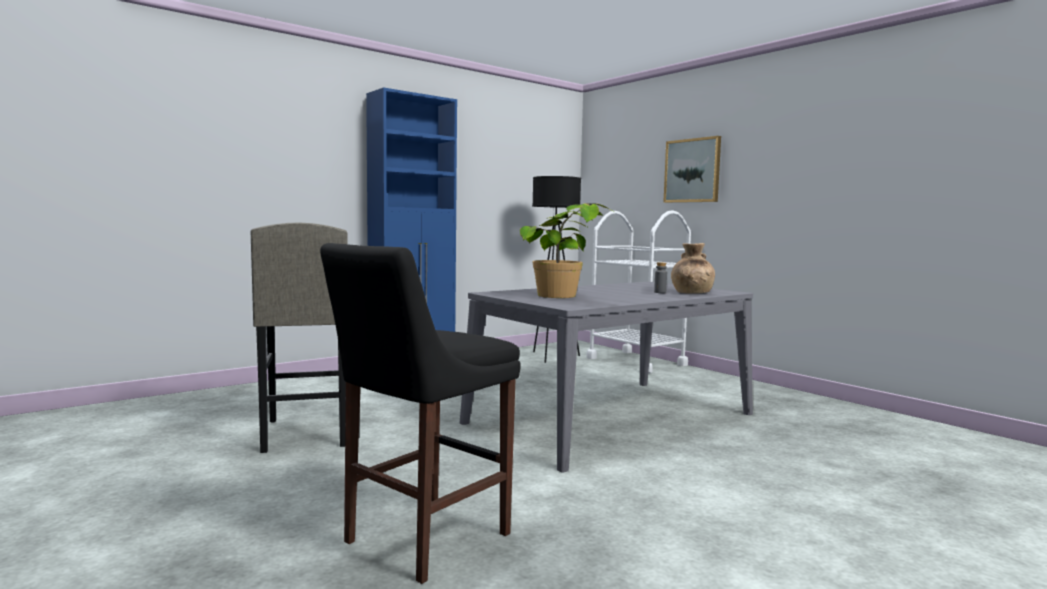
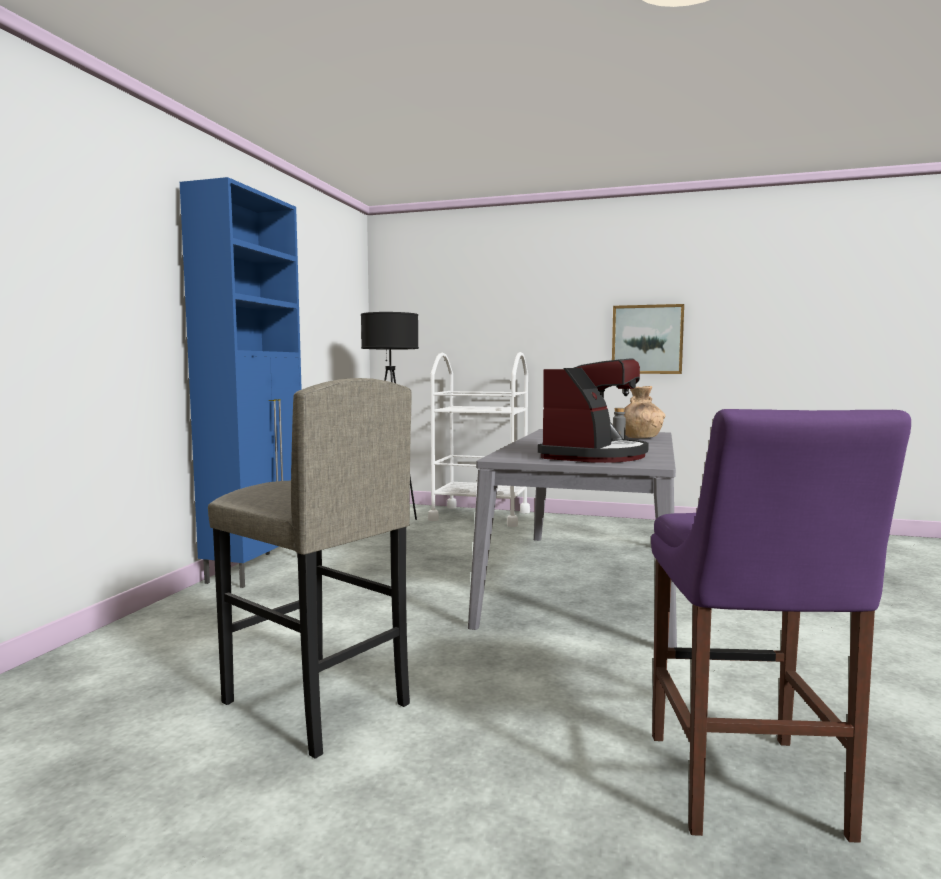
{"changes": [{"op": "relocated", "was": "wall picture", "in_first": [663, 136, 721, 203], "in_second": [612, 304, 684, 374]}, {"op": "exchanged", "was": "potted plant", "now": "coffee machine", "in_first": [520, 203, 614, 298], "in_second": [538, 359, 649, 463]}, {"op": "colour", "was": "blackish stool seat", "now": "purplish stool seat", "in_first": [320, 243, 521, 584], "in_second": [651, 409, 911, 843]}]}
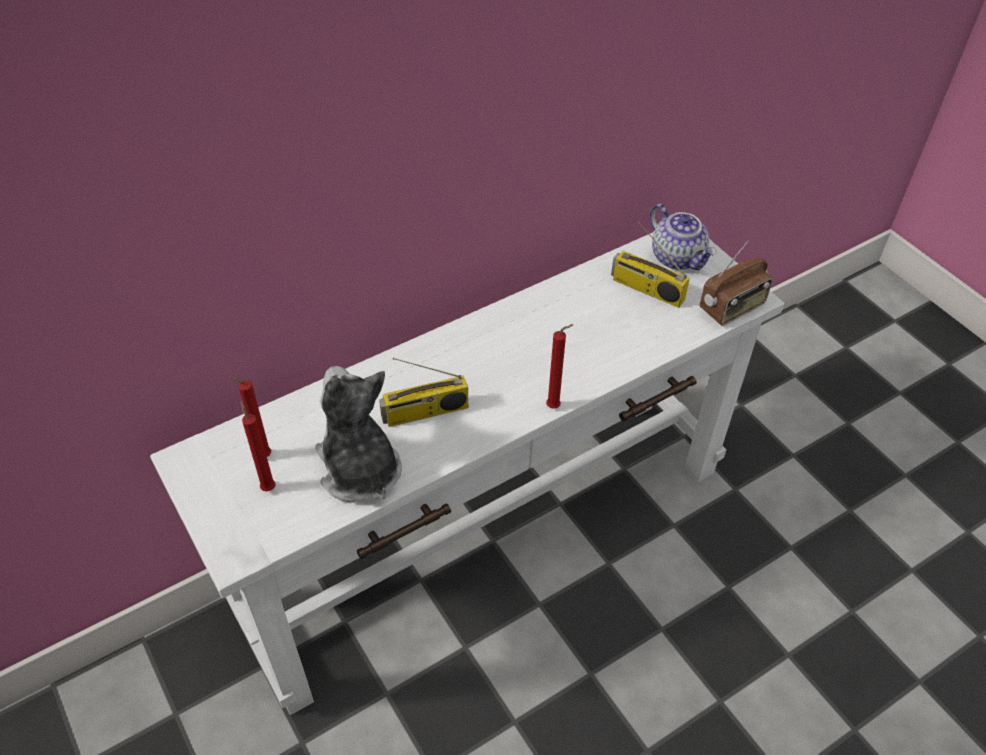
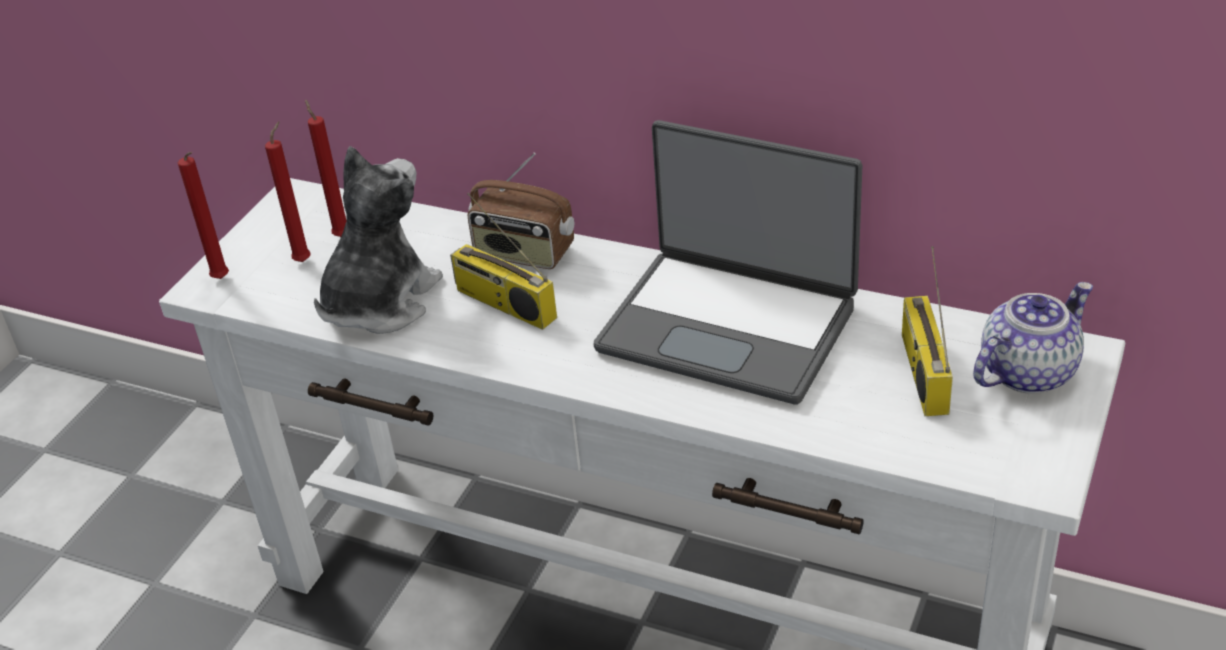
{"changes": [{"op": "spun", "was": "teapot", "in_first": [650, 204, 716, 270], "in_second": [973, 282, 1093, 394], "clockwise": -150}, {"op": "relocated", "was": "radio", "in_first": [700, 241, 773, 326], "in_second": [467, 153, 574, 269]}, {"op": "relocated", "was": "reddish wax light", "in_first": [546, 324, 574, 409], "in_second": [178, 152, 229, 279]}, {"op": "appeared", "now": "laptop", "in_second": [594, 120, 862, 405]}]}
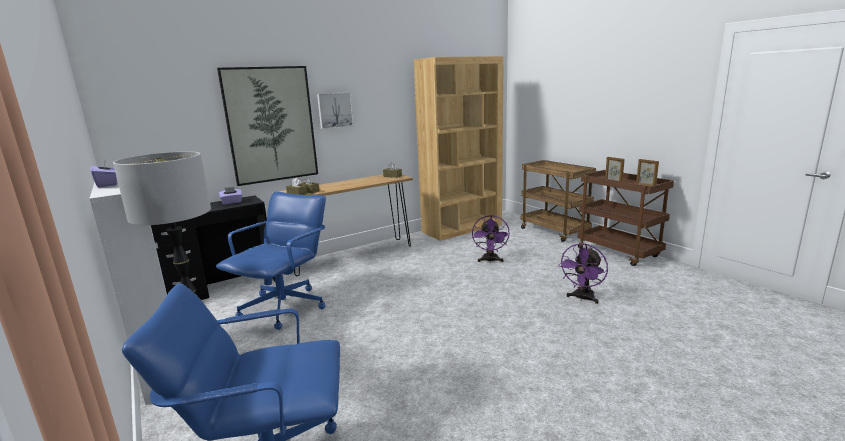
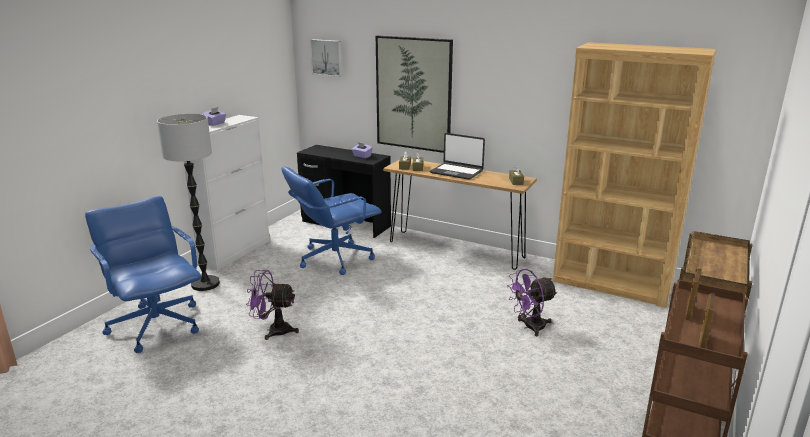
{"changes": [{"op": "relocated", "was": "wall picture", "in_first": [317, 92, 354, 129], "in_second": [310, 39, 342, 77]}, {"op": "spun", "was": "blue-coloured computer chair", "in_first": [216, 192, 326, 330], "in_second": [282, 166, 382, 275], "clockwise": 150}, {"op": "relocated", "was": "purplish fan", "in_first": [558, 244, 608, 304], "in_second": [246, 270, 299, 340]}, {"op": "appeared", "now": "laptop", "in_second": [430, 133, 485, 180]}]}
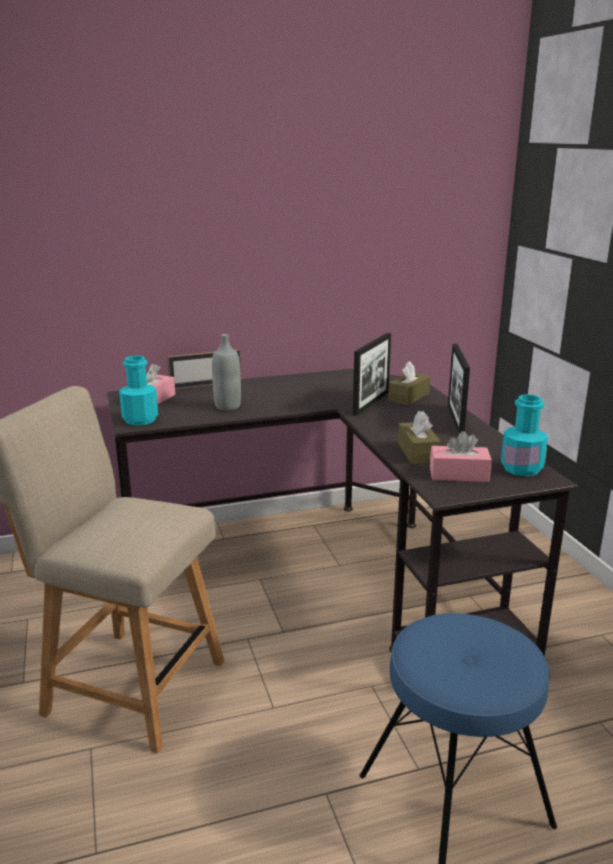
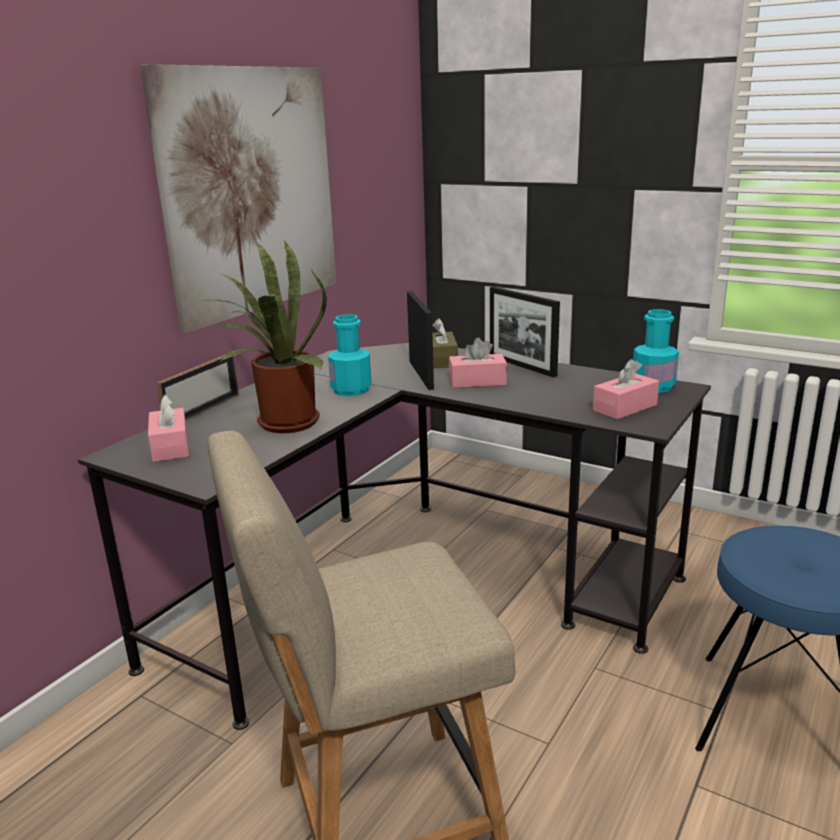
{"changes": [{"op": "exchanged", "was": "grey beverage bottle", "now": "potted plant", "in_first": [212, 334, 241, 410], "in_second": [210, 242, 327, 433]}, {"op": "relocated", "was": "blue-green beverage bottle", "in_first": [119, 355, 158, 426], "in_second": [328, 314, 371, 396]}, {"op": "missing", "was": "brown-coloured box of tissues", "in_first": [398, 411, 441, 465]}, {"op": "appeared", "now": "wall picture", "in_second": [140, 64, 337, 333]}, {"op": "appeared", "now": "pink-coloured box of tissues", "in_second": [449, 338, 507, 388]}]}
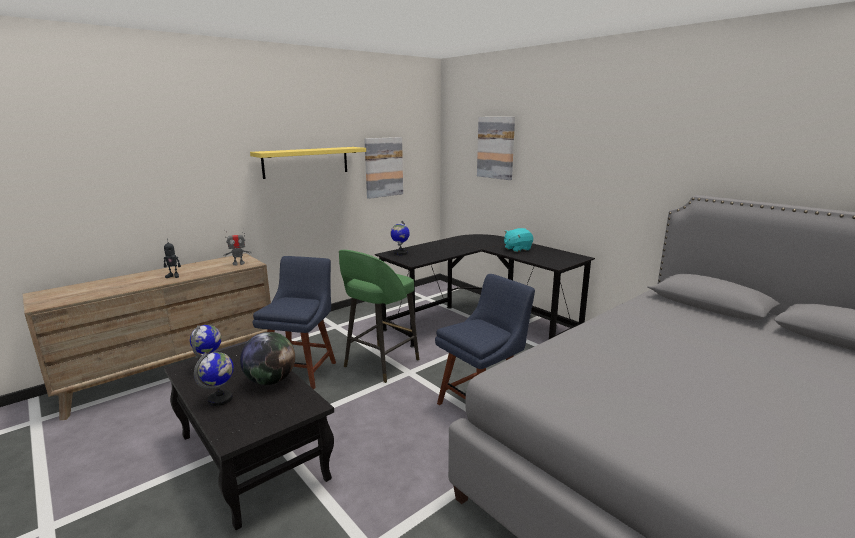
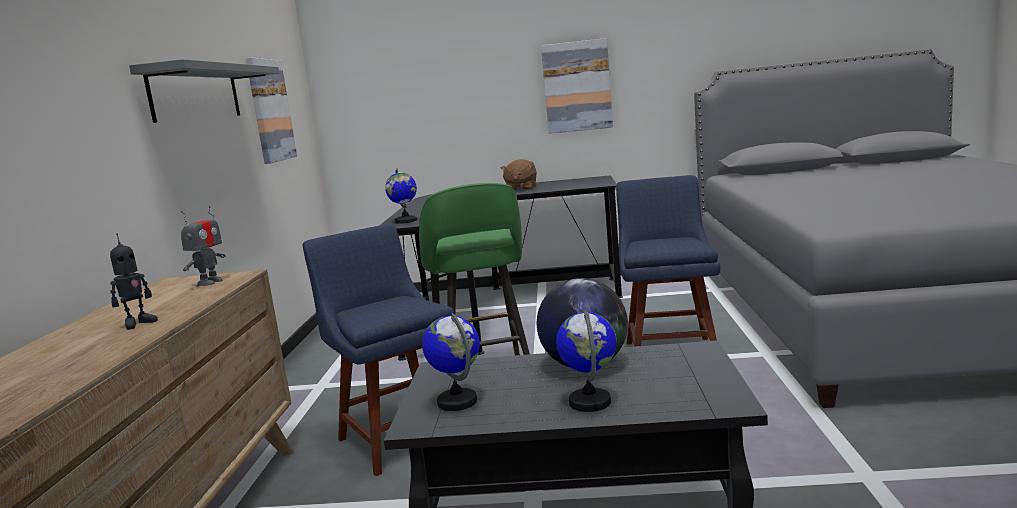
{"changes": [{"op": "relocated", "was": "wall picture", "in_first": [477, 117, 515, 180], "in_second": [541, 38, 613, 134]}, {"op": "colour", "was": "yellow wall shelf", "now": "grey wall shelf", "in_first": [250, 147, 366, 179], "in_second": [129, 59, 280, 123]}, {"op": "colour", "was": "blue-green cuddly toy", "now": "brown-coloured cuddly toy", "in_first": [504, 228, 533, 252], "in_second": [501, 159, 537, 190]}]}
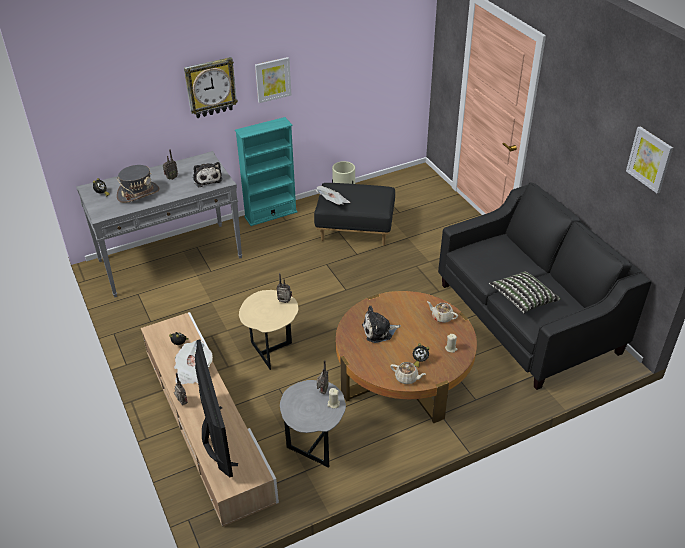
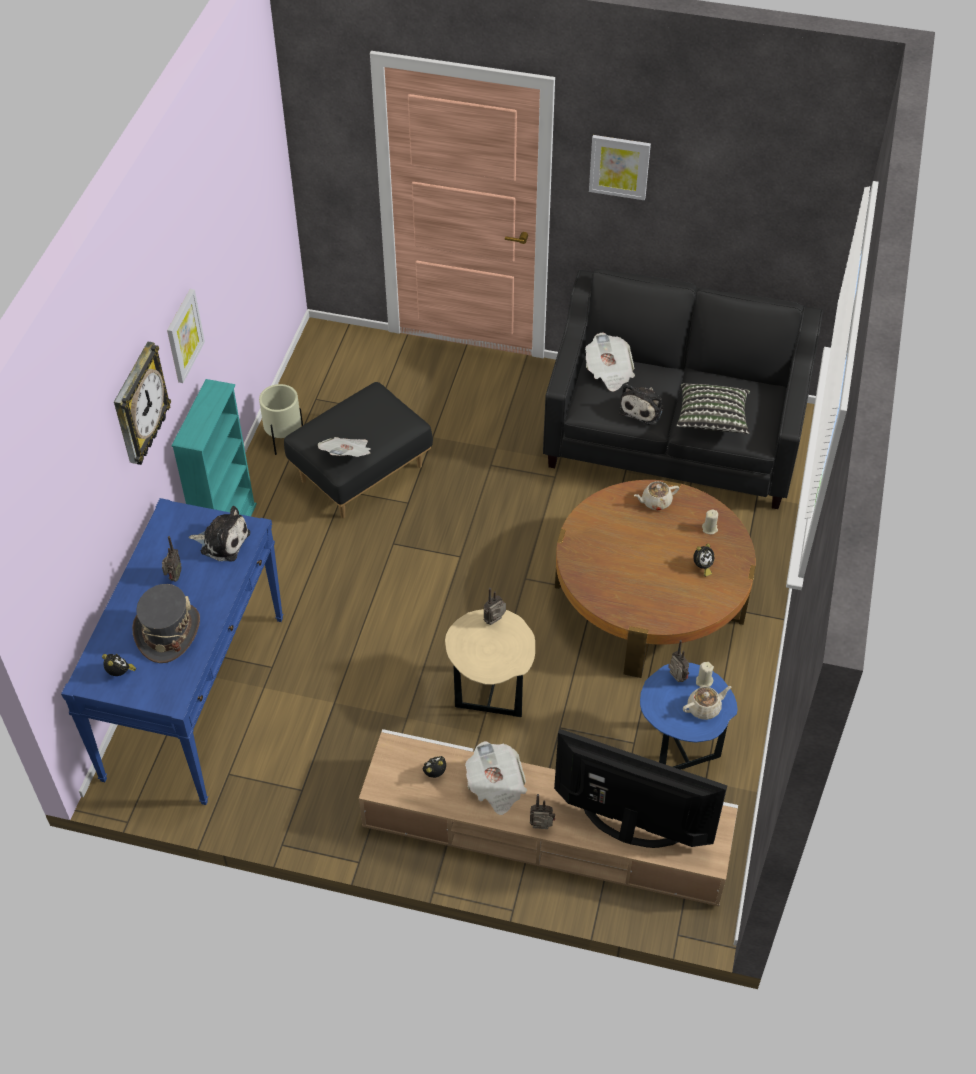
{"changes": [{"op": "relocated", "was": "wall picture", "in_first": [626, 126, 673, 193], "in_second": [589, 135, 651, 200]}, {"op": "colour", "was": "grey hall table", "now": "blue-coloured hall table", "in_first": [76, 151, 242, 298], "in_second": [61, 498, 283, 805]}, {"op": "relocated", "was": "cuddly toy", "in_first": [362, 306, 401, 343], "in_second": [619, 384, 664, 425]}, {"op": "relocated", "was": "sand-coloured teapot", "in_first": [390, 362, 426, 384], "in_second": [683, 686, 732, 720]}, {"op": "colour", "was": "grey side table", "now": "blue-coloured side table", "in_first": [280, 380, 346, 467], "in_second": [640, 663, 738, 770]}, {"op": "appeared", "now": "printed paper", "in_second": [585, 333, 635, 392]}]}
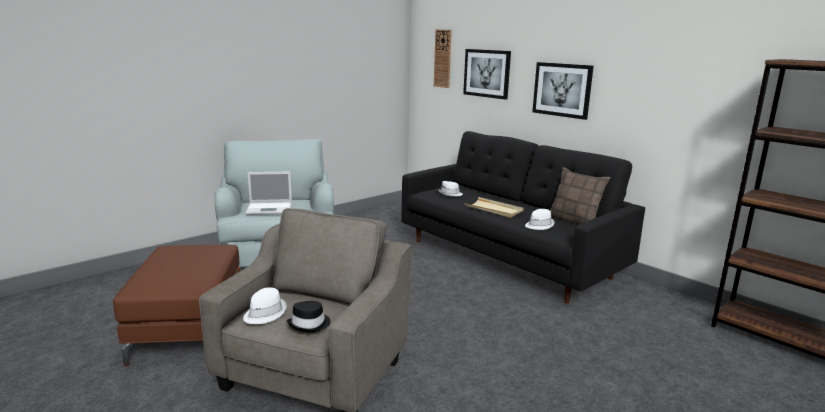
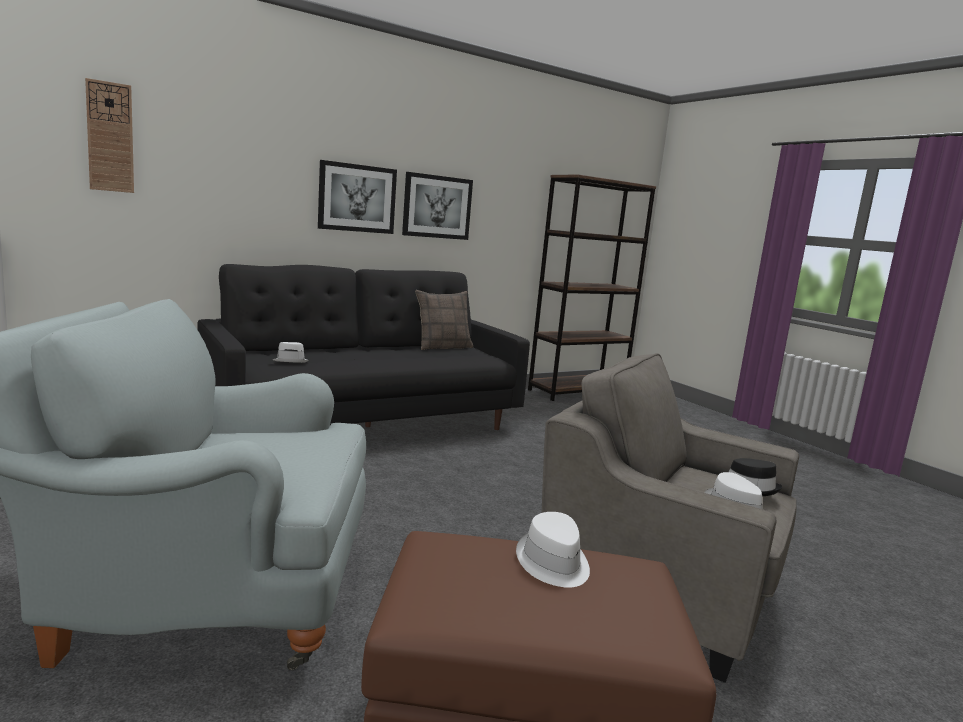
{"changes": [{"op": "relocated", "was": "wall picture", "in_first": [463, 49, 511, 100], "in_second": [402, 172, 473, 240]}, {"op": "missing", "was": "laptop", "in_first": [245, 172, 292, 215]}, {"op": "missing", "was": "sand-coloured serving tray", "in_first": [465, 197, 524, 218]}, {"op": "relocated", "was": "white clothing hat", "in_first": [525, 209, 555, 230], "in_second": [516, 512, 590, 588]}]}
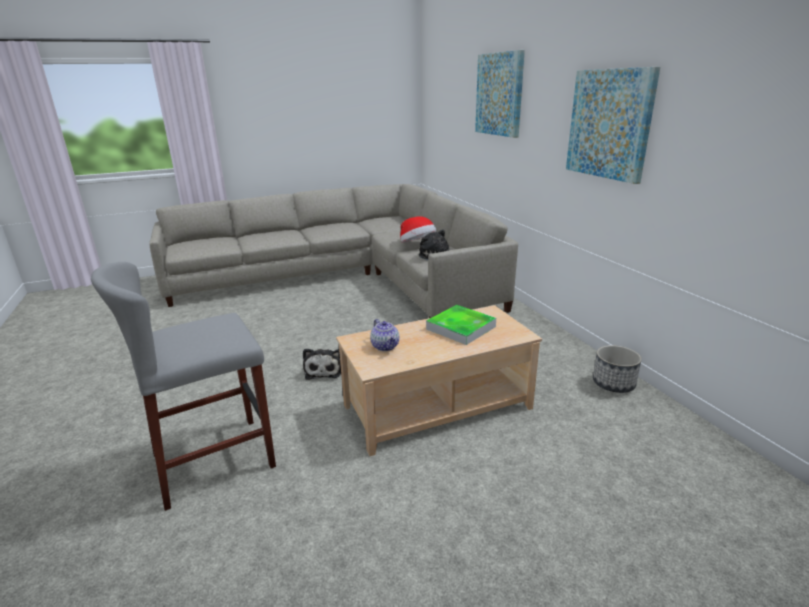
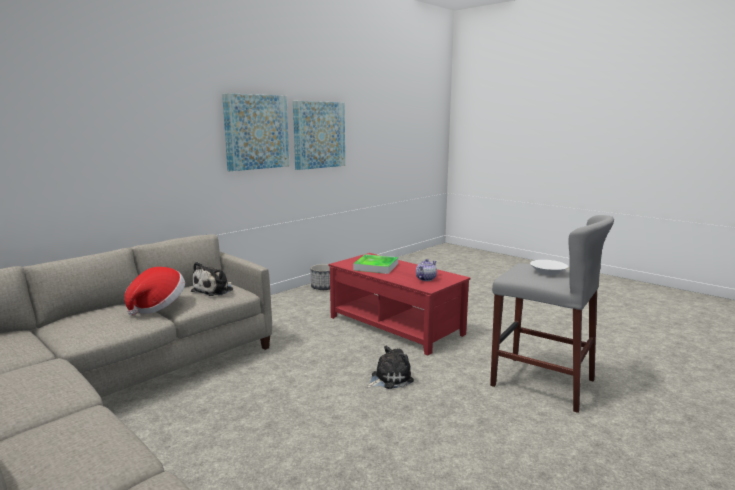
{"changes": [{"op": "relocated", "was": "wall picture", "in_first": [475, 50, 525, 138], "in_second": [293, 101, 345, 170]}, {"op": "colour", "was": "sand-coloured coffee table", "now": "reddish coffee table", "in_first": [336, 305, 542, 456], "in_second": [329, 253, 470, 356]}, {"op": "appeared", "now": "white deep dish", "in_second": [530, 260, 568, 275]}]}
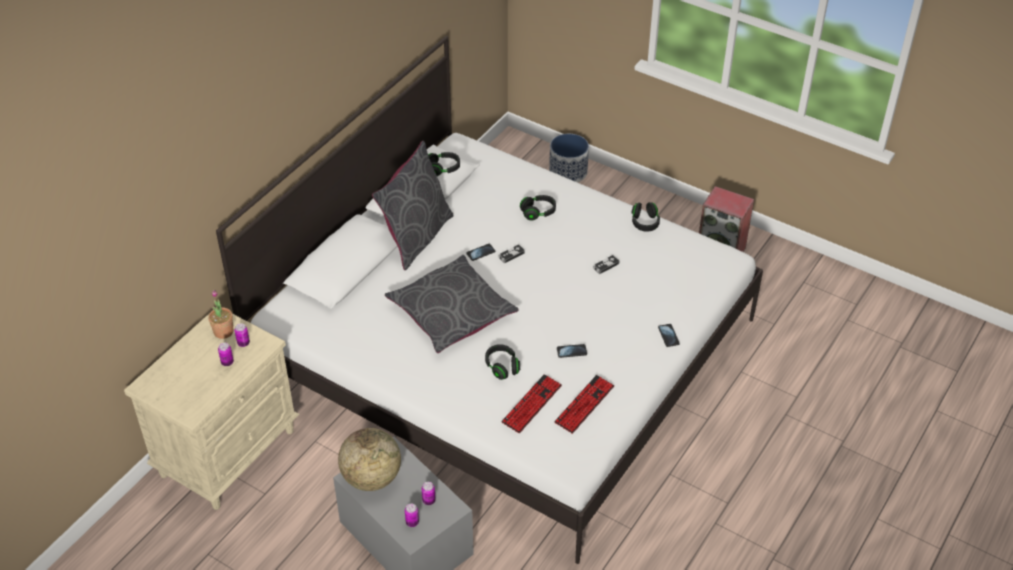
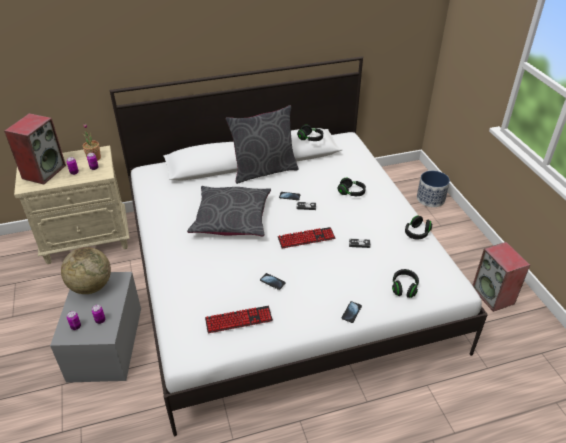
{"changes": [{"op": "relocated", "was": "blackish headphones", "in_first": [485, 344, 520, 380], "in_second": [392, 269, 419, 298]}, {"op": "relocated", "was": "keyboard", "in_first": [501, 374, 562, 433], "in_second": [278, 227, 335, 248]}, {"op": "appeared", "now": "audio speaker", "in_second": [4, 113, 66, 184]}]}
